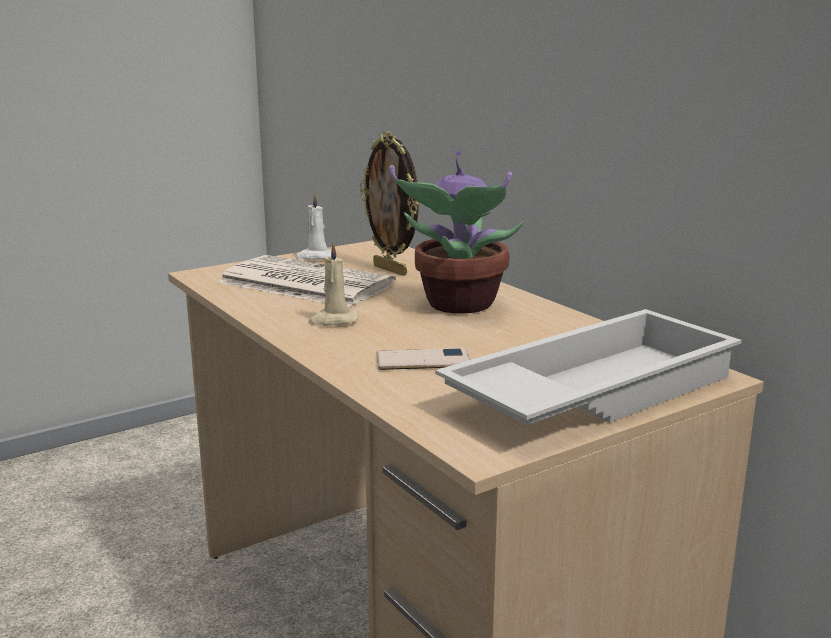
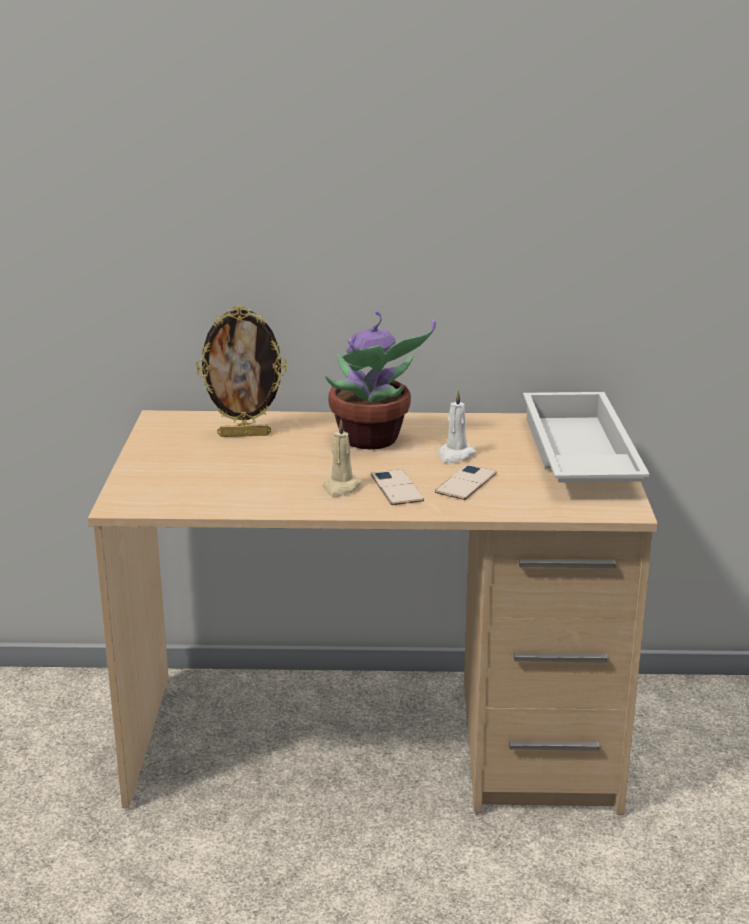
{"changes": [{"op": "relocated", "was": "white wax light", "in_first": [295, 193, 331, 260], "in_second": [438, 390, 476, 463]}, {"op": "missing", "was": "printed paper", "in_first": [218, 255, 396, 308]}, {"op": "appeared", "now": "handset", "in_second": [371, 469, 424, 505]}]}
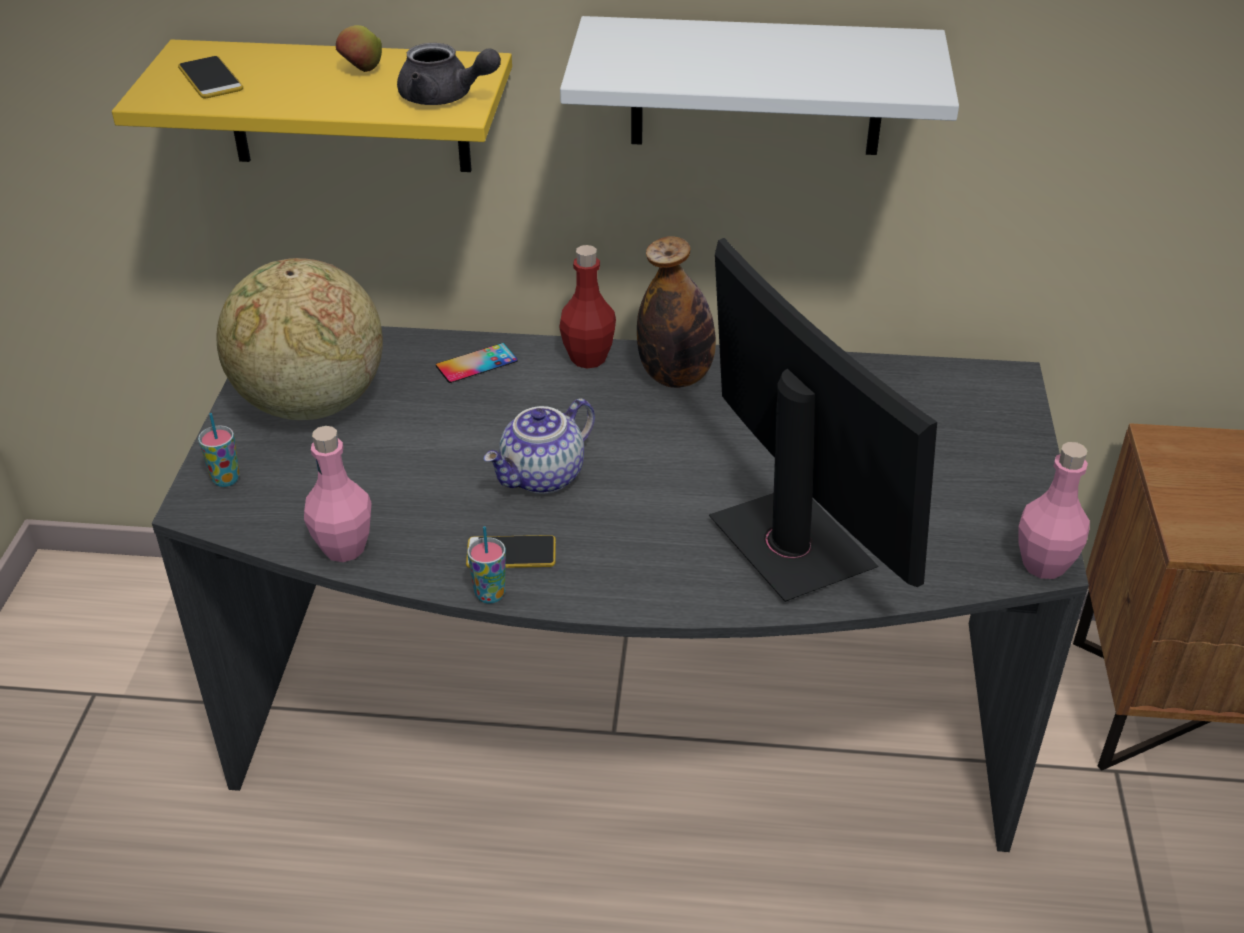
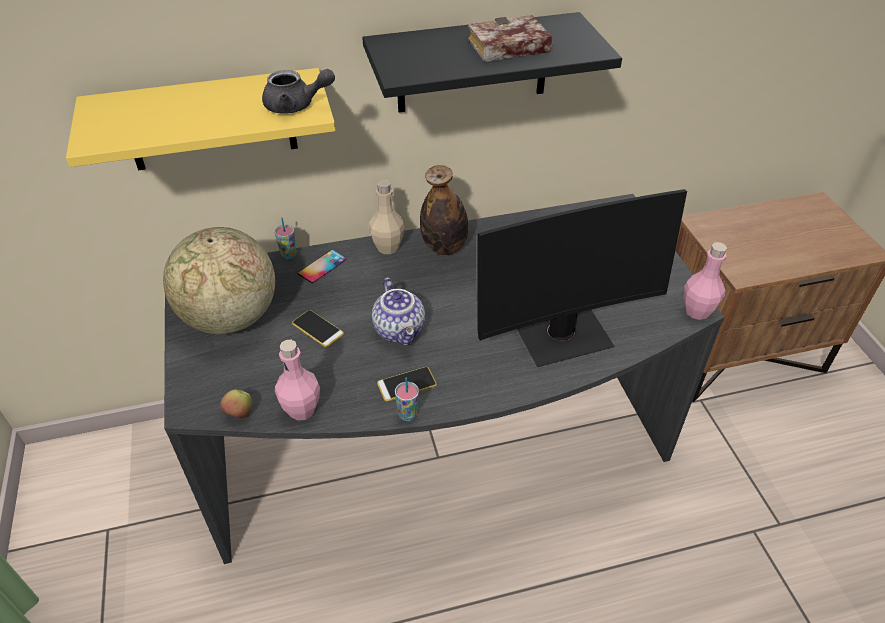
{"changes": [{"op": "colour", "was": "white wall shelf", "now": "blackish wall shelf", "in_first": [560, 16, 959, 155], "in_second": [362, 12, 622, 112]}, {"op": "relocated", "was": "apple", "in_first": [336, 25, 382, 72], "in_second": [221, 390, 252, 418]}, {"op": "relocated", "was": "handset", "in_first": [178, 56, 243, 98], "in_second": [292, 310, 344, 347]}, {"op": "spun", "was": "computer screen", "in_first": [709, 238, 937, 602], "in_second": [477, 189, 687, 367], "clockwise": 120}, {"op": "colour", "was": "reddish beverage bottle", "now": "sand-coloured beverage bottle", "in_first": [559, 245, 616, 369], "in_second": [369, 180, 405, 254]}, {"op": "spun", "was": "teapot", "in_first": [484, 399, 595, 494], "in_second": [372, 277, 425, 345], "clockwise": -45}, {"op": "relocated", "was": "small cup", "in_first": [198, 413, 240, 487], "in_second": [275, 218, 297, 259]}, {"op": "appeared", "now": "volume", "in_second": [467, 15, 552, 62]}]}
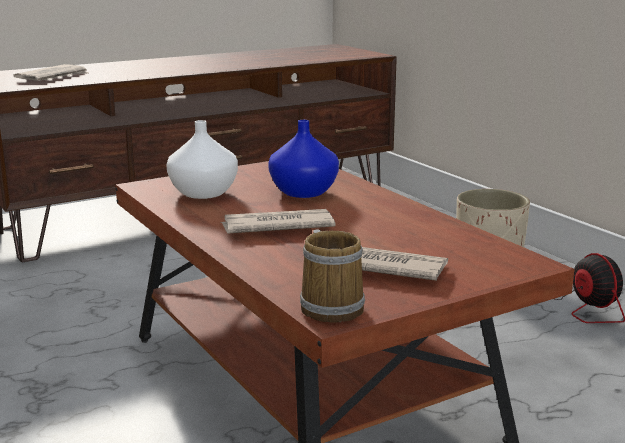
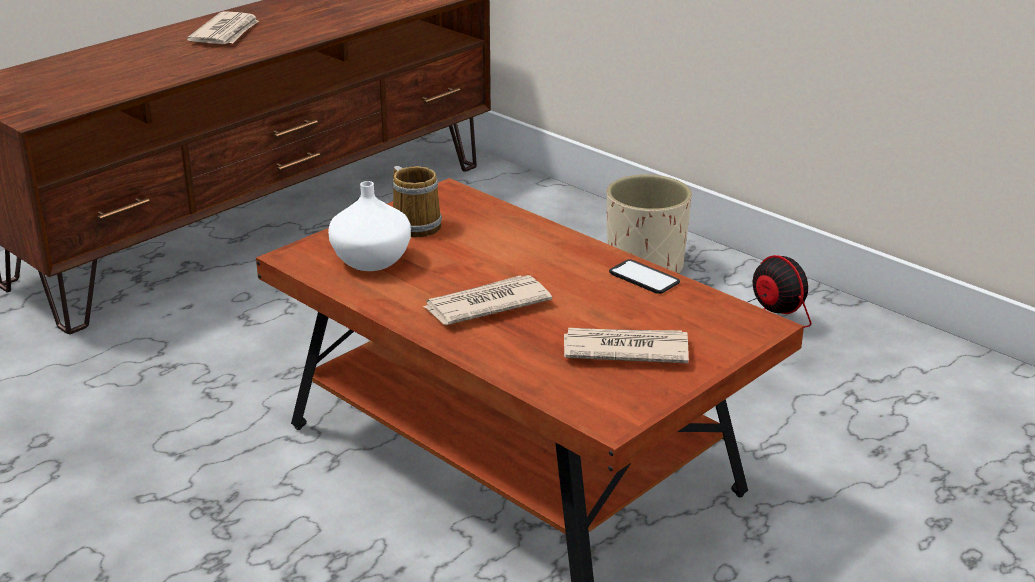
{"changes": [{"op": "relocated", "was": "printed paper", "in_first": [14, 64, 88, 81], "in_second": [187, 11, 259, 44]}, {"op": "missing", "was": "blue-coloured vase", "in_first": [268, 120, 339, 198]}, {"op": "relocated", "was": "tea mug", "in_first": [300, 230, 365, 323], "in_second": [392, 166, 442, 237]}, {"op": "appeared", "now": "handset", "in_second": [609, 259, 680, 294]}]}
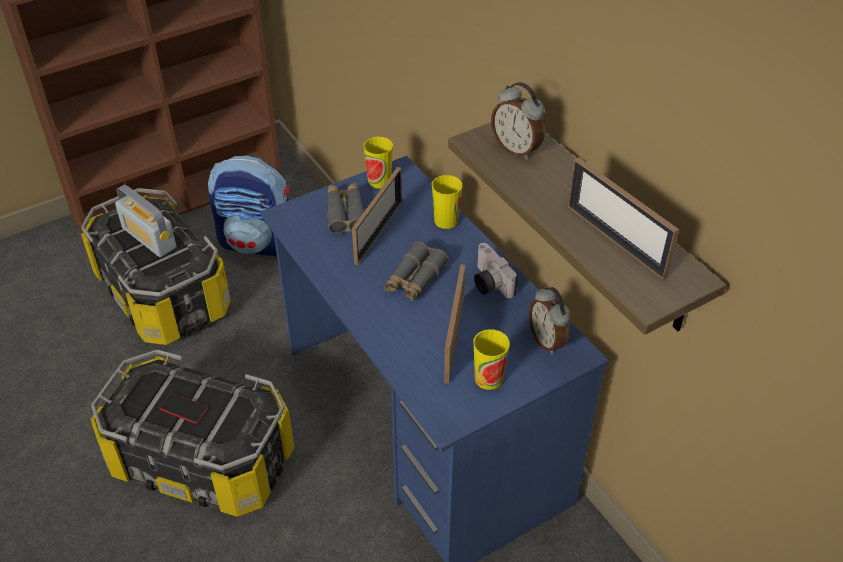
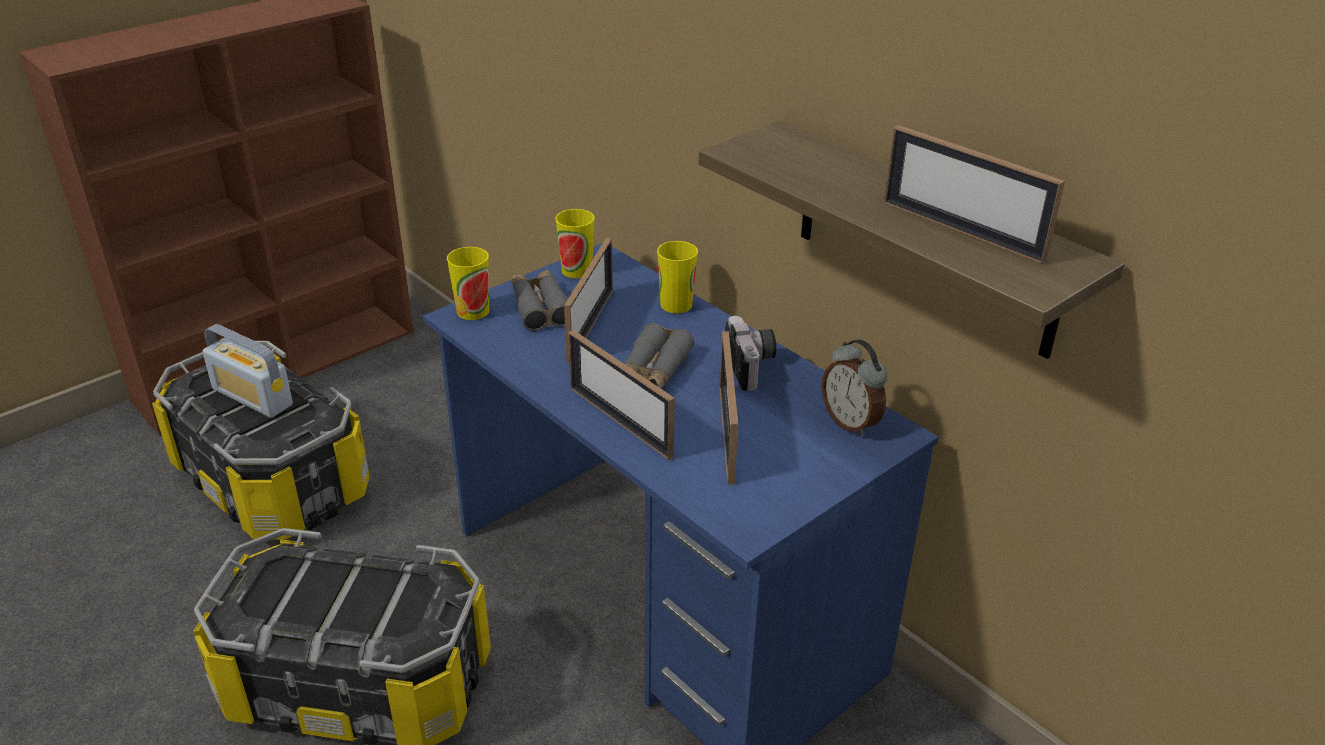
{"changes": [{"op": "missing", "was": "table clock", "in_first": [491, 82, 545, 160]}, {"op": "missing", "was": "knapsack", "in_first": [208, 155, 290, 257]}, {"op": "spun", "was": "photo camera", "in_first": [474, 243, 518, 298], "in_second": [725, 316, 776, 391], "clockwise": -150}, {"op": "relocated", "was": "small cup", "in_first": [473, 329, 510, 390], "in_second": [447, 247, 489, 320]}, {"op": "missing", "was": "handset", "in_first": [159, 393, 209, 424]}, {"op": "appeared", "now": "picture frame", "in_second": [568, 330, 675, 460]}]}
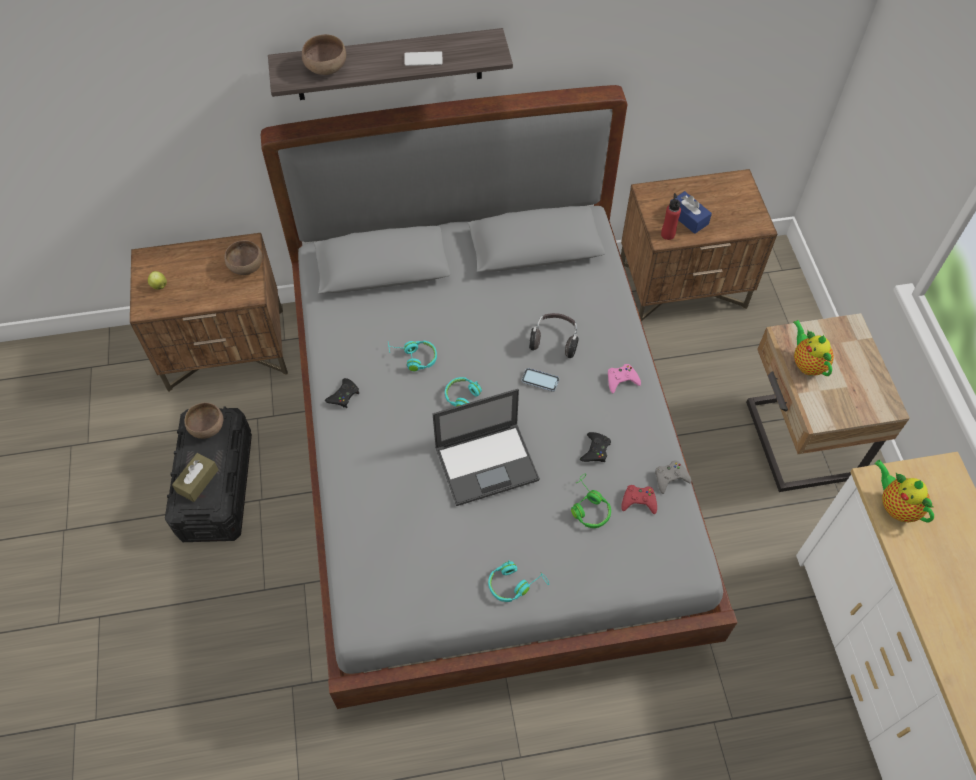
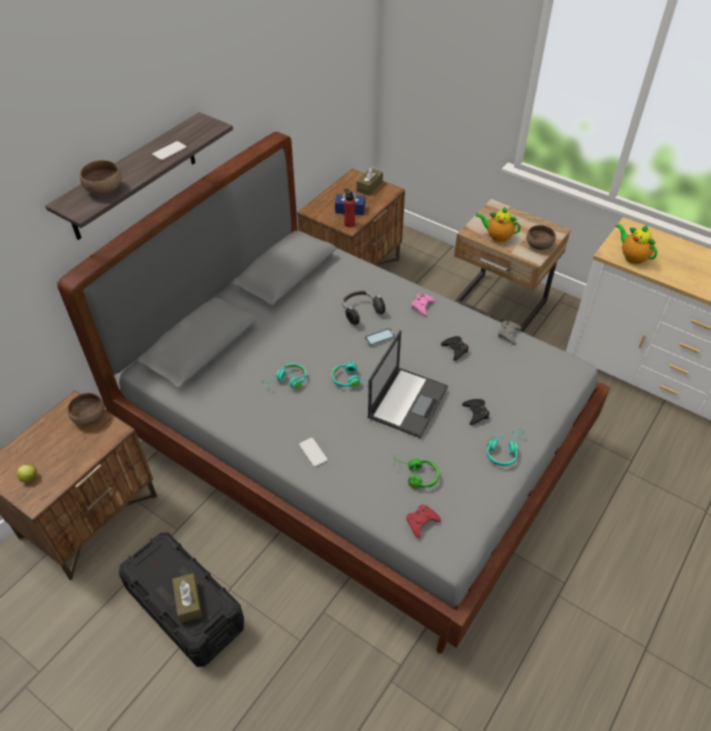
{"changes": [{"op": "relocated", "was": "blackish gamepad", "in_first": [325, 378, 359, 408], "in_second": [462, 399, 490, 425]}, {"op": "relocated", "was": "brown-coloured deep dish", "in_first": [184, 403, 223, 439], "in_second": [526, 225, 556, 250]}, {"op": "spun", "was": "teapot", "in_first": [874, 460, 934, 523], "in_second": [616, 224, 657, 264], "clockwise": 45}, {"op": "relocated", "was": "green headphones", "in_first": [571, 474, 611, 528], "in_second": [394, 455, 439, 489]}, {"op": "relocated", "was": "reddish gamepad", "in_first": [621, 485, 657, 514], "in_second": [406, 505, 441, 539]}, {"op": "appeared", "now": "brown-coloured box of tissues", "in_second": [357, 166, 383, 196]}, {"op": "appeared", "now": "handset", "in_second": [299, 438, 327, 467]}]}
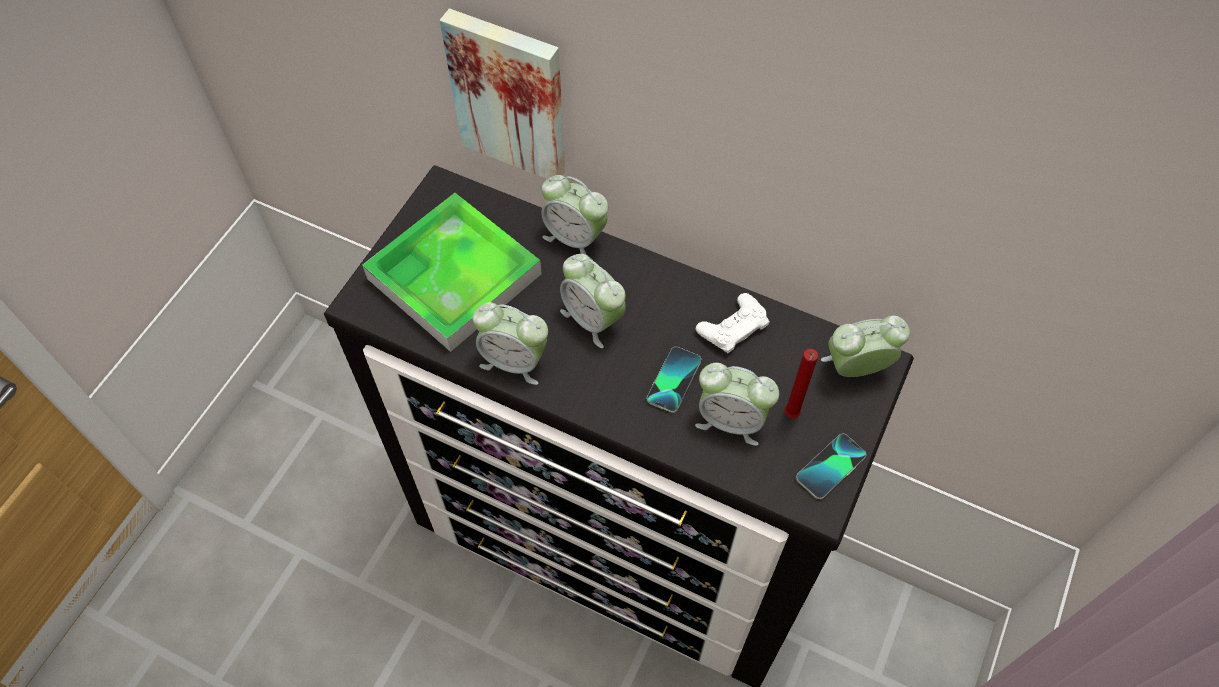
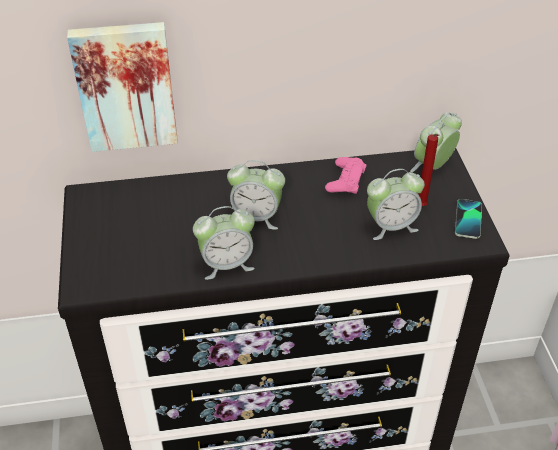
{"changes": [{"op": "missing", "was": "table clock", "in_first": [541, 175, 608, 261]}, {"op": "missing", "was": "serving tray", "in_first": [362, 193, 542, 352]}, {"op": "colour", "was": "white gamepad", "now": "pink-coloured gamepad", "in_first": [696, 293, 770, 353], "in_second": [325, 157, 367, 194]}, {"op": "missing", "was": "handset", "in_first": [647, 347, 701, 413]}]}
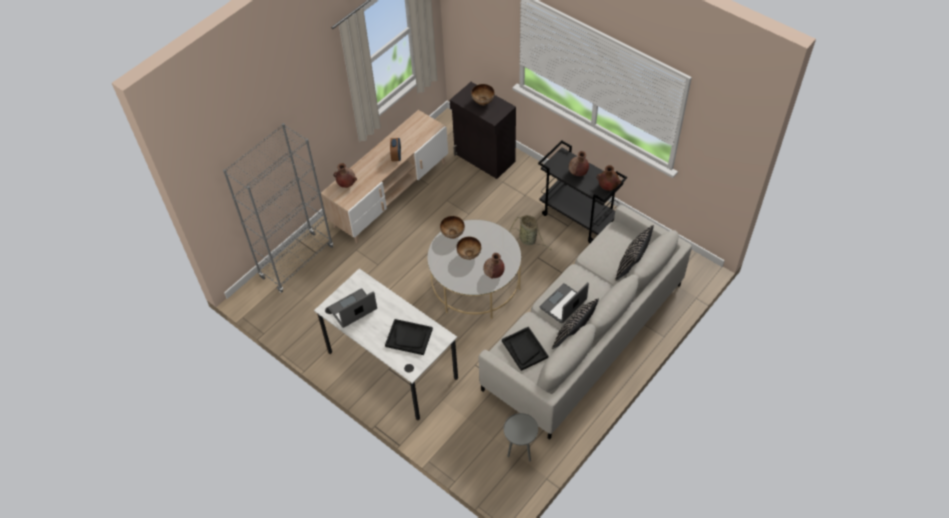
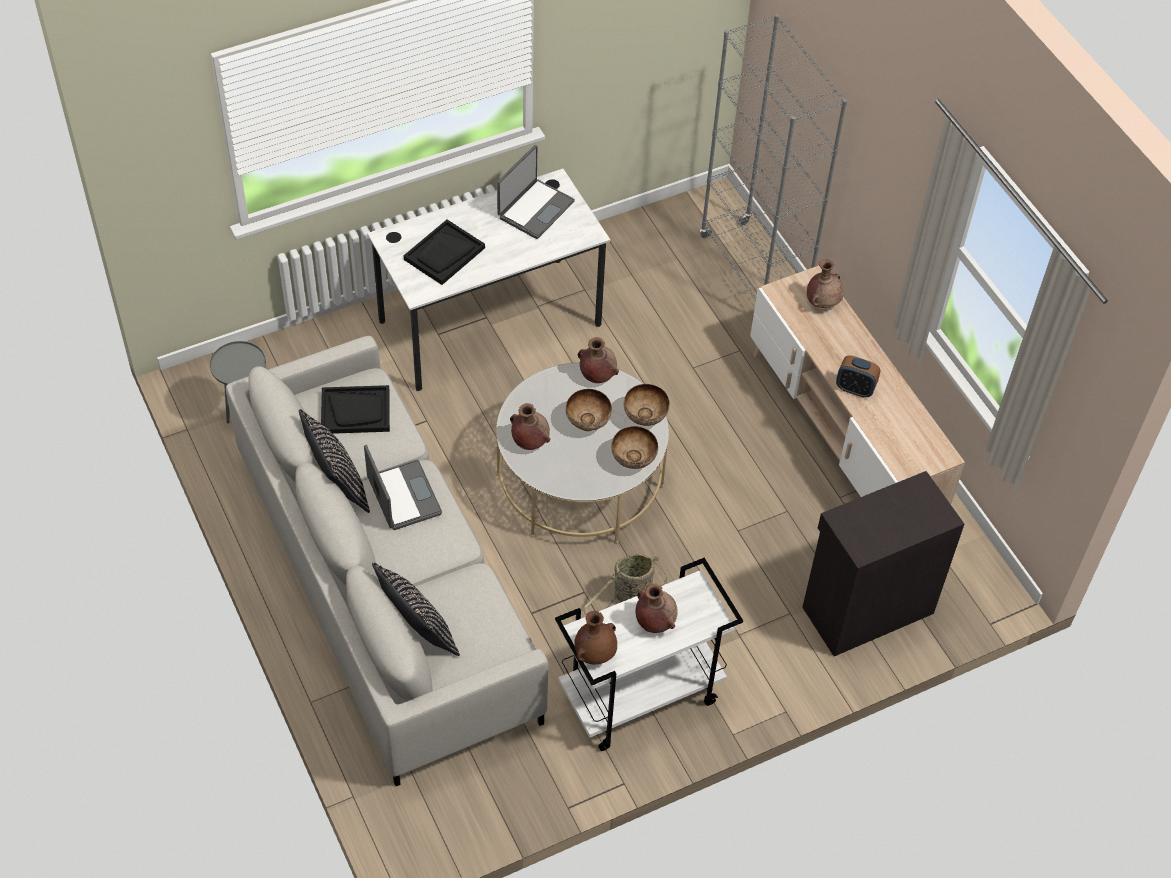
{"changes": [{"op": "relocated", "was": "deep dish", "in_first": [471, 84, 495, 106], "in_second": [611, 426, 658, 469]}, {"op": "colour", "was": "blackish cart", "now": "white cart", "in_first": [538, 140, 627, 243], "in_second": [555, 558, 743, 751]}, {"op": "spun", "was": "laptop", "in_first": [328, 288, 377, 328], "in_second": [497, 145, 575, 239], "clockwise": 45}, {"op": "appeared", "now": "brown-coloured vase", "in_second": [578, 337, 619, 383]}]}
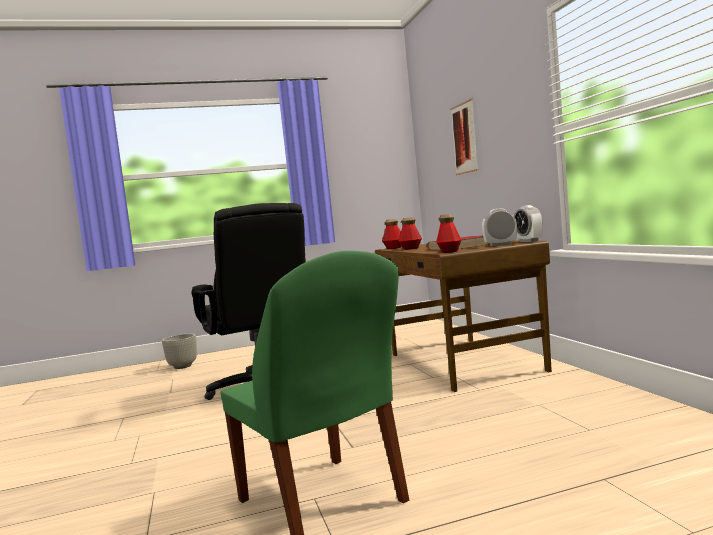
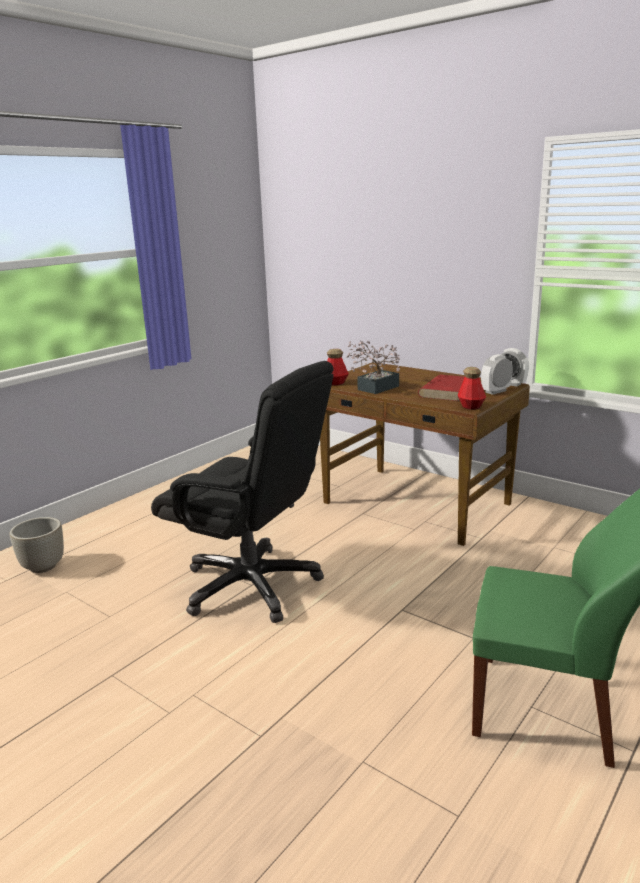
{"changes": [{"op": "missing", "was": "wall picture", "in_first": [450, 98, 479, 175]}, {"op": "exchanged", "was": "beverage bottle", "now": "potted plant", "in_first": [398, 217, 422, 250], "in_second": [347, 340, 400, 394]}]}
